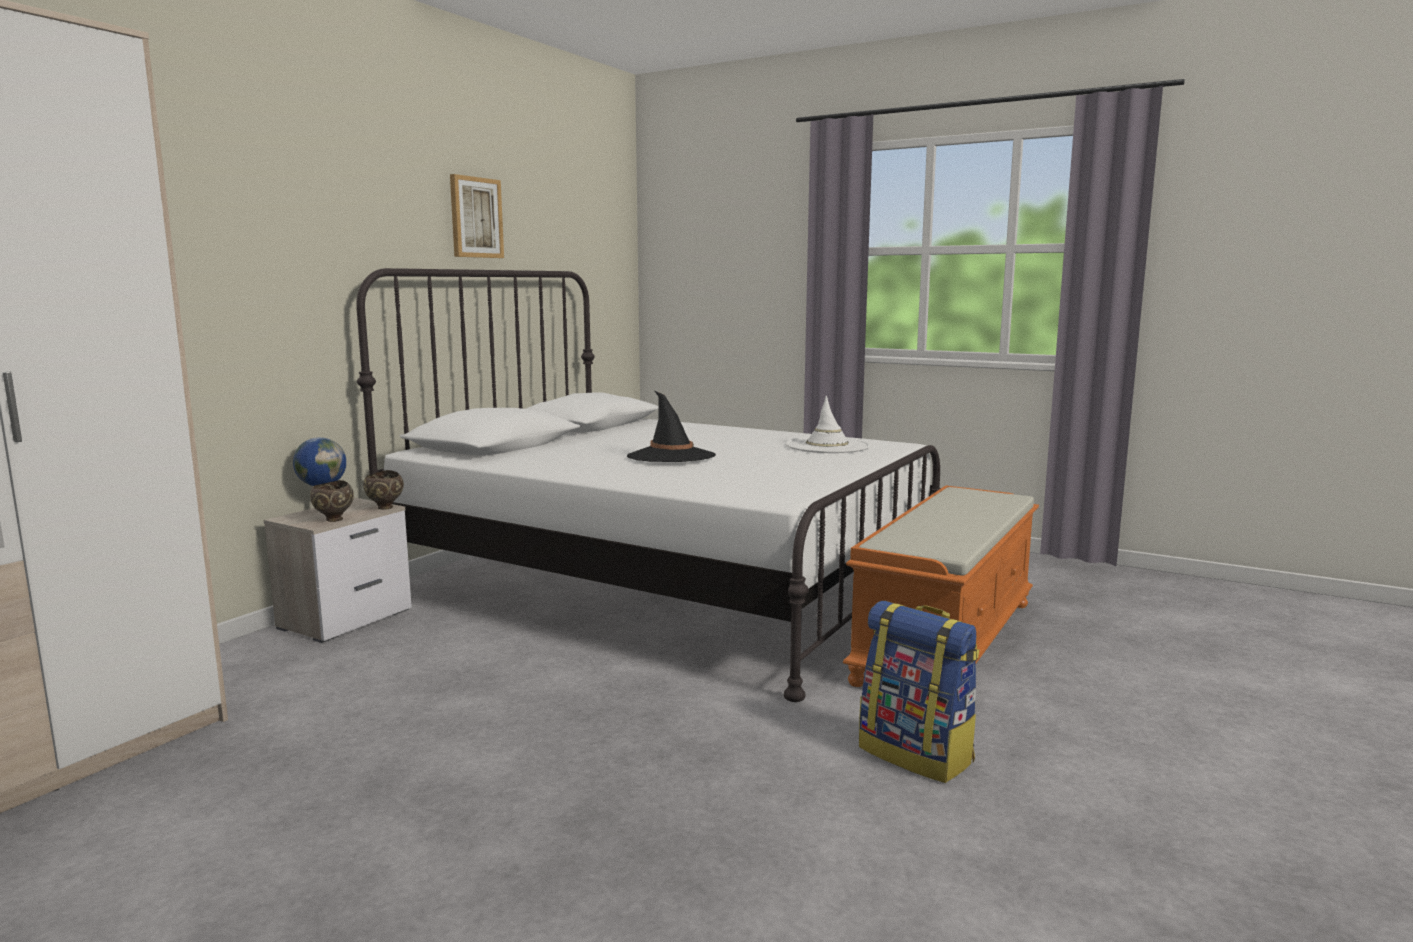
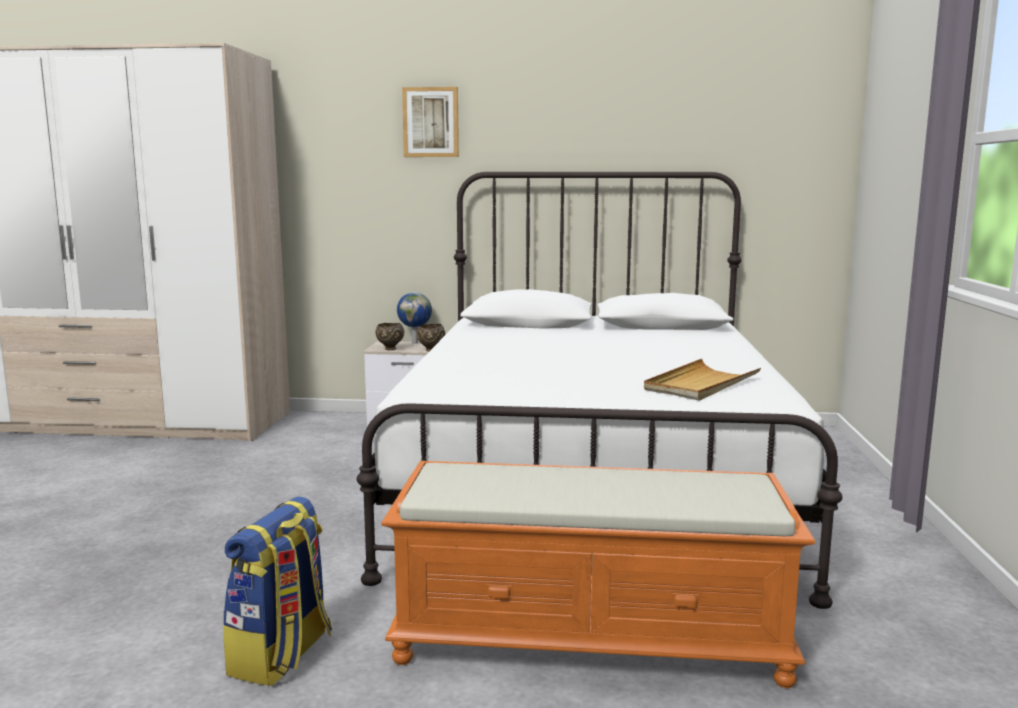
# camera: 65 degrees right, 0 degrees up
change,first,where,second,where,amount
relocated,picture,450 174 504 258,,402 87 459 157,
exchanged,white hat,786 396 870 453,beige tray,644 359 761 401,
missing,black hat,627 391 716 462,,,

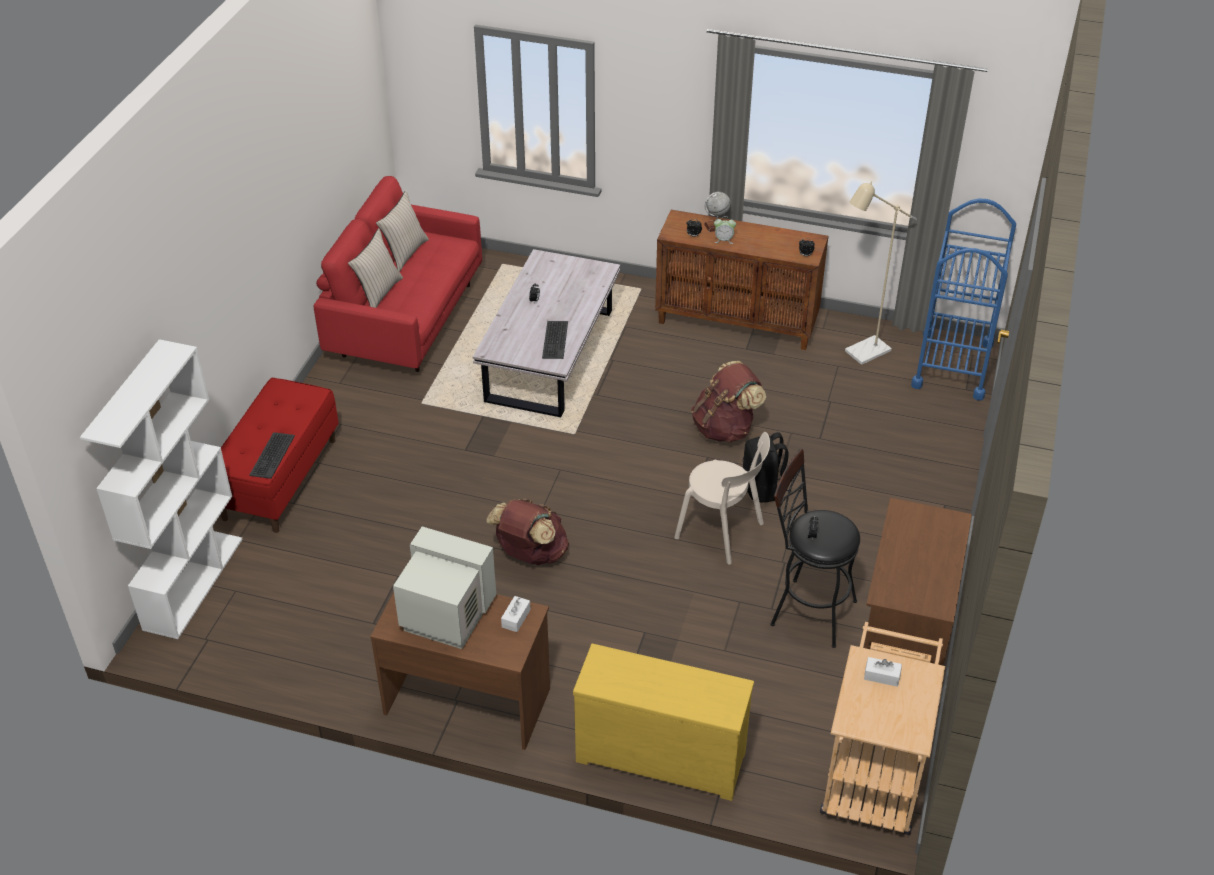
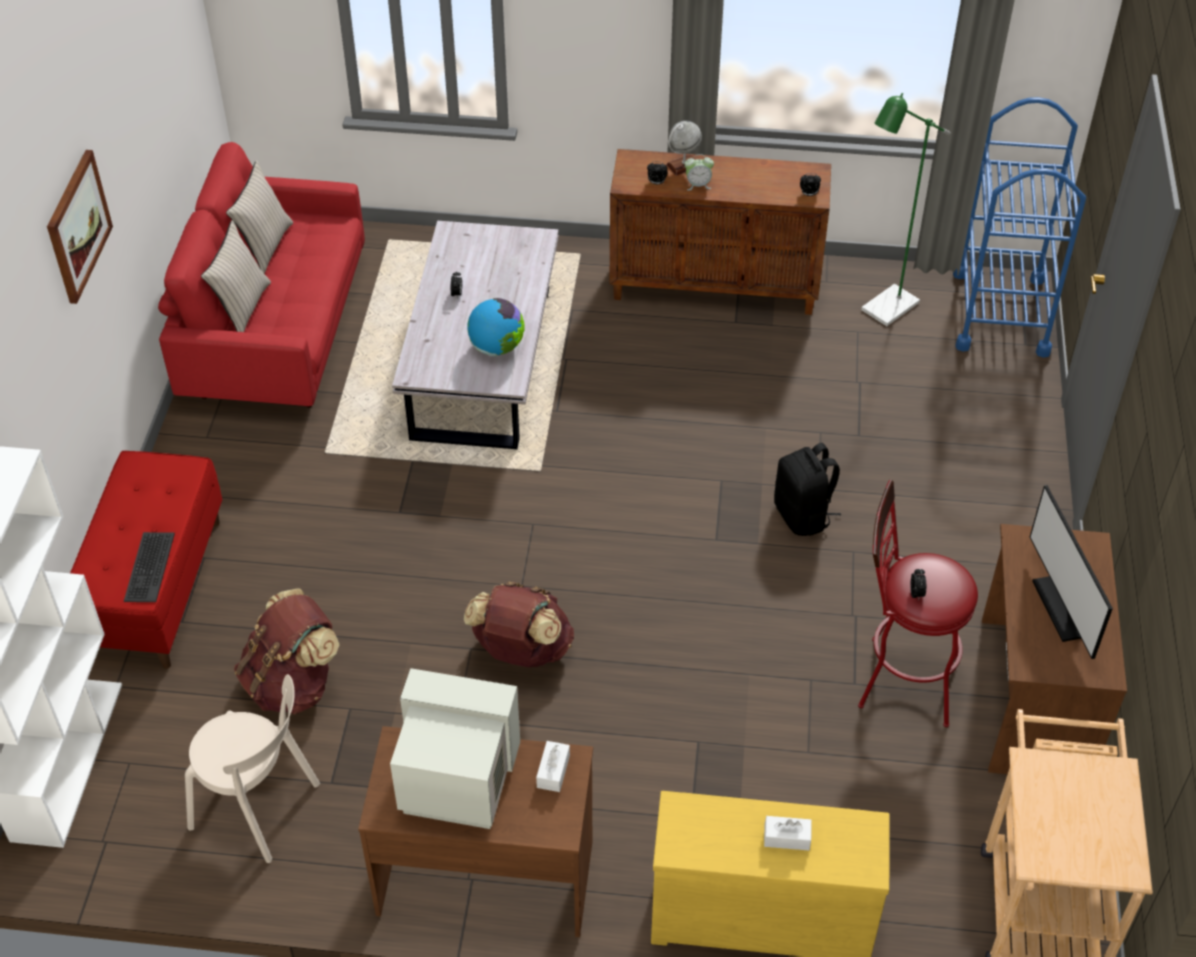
# camera: 10 degrees left, 5 degrees up
change,first,where,second,where,amount
appeared,,,picture,47 150 113 304,
relocated,beige chair,674 432 770 565,,185 674 320 863,
relocated,brown backpack,691 361 766 443,,234 589 339 715,
exchanged,keyboard,542 321 568 359,globe,467 298 525 357,
relocated,white tissue box,864 657 902 687,,764 816 812 850,
colour,black stool,770 448 860 648,red stool,858 480 978 727,
colour,beige floor lamp,845 181 917 365,green floor lamp,861 93 951 326,
appeared,,,monitor,1030 485 1113 659,

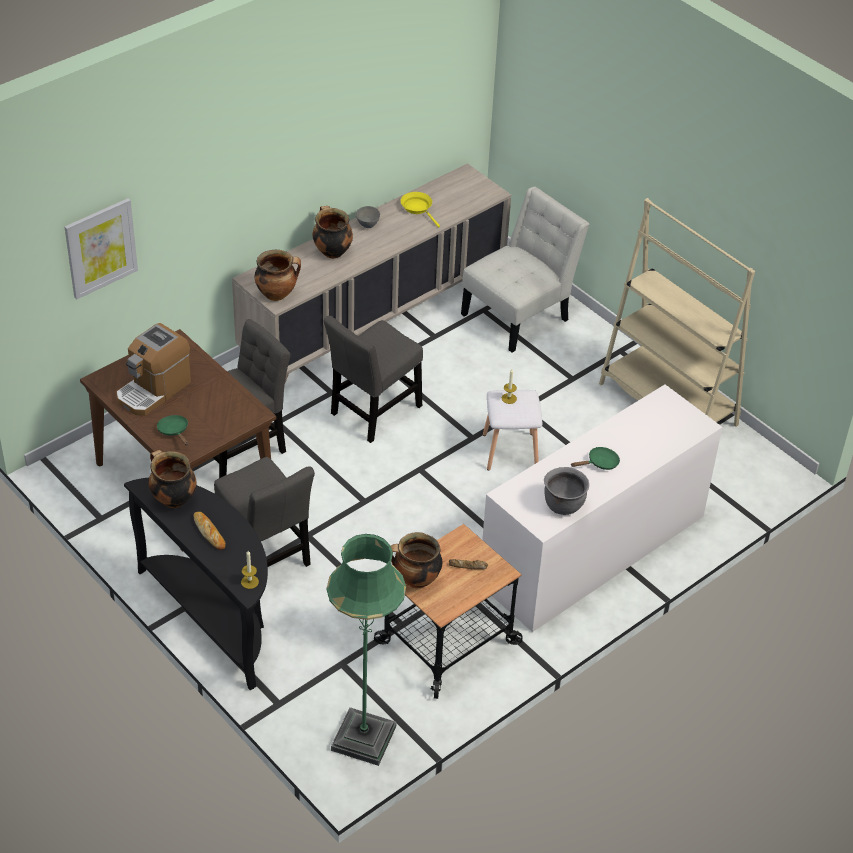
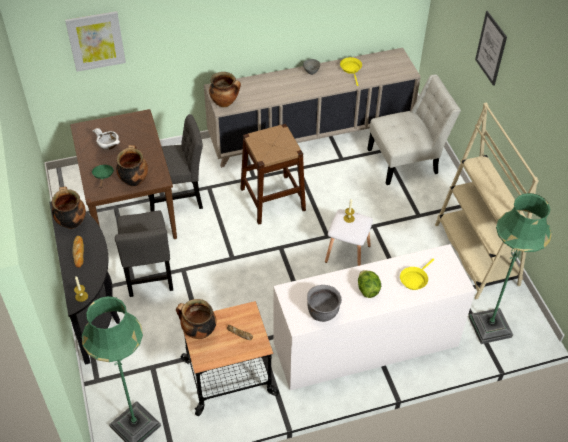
# camera: 25 degrees right, 5 degrees up
change,first,where,second,where,amount
exchanged,coffee machine,116 323 191 416,white bowl,92 128 120 150,
relocated,cooking pot,313 206 353 259,,116 145 148 187,
exchanged,grey chair,324 316 423 443,brown stool,240 124 306 225,
exchanged,green frying pan,571 447 620 470,lettuce,358 270 381 298,
appeared,,,yellow frying pan,400 258 434 290,
appeared,,,green floor lamp,469 193 552 344,
appeared,,,picture,475 11 507 86,

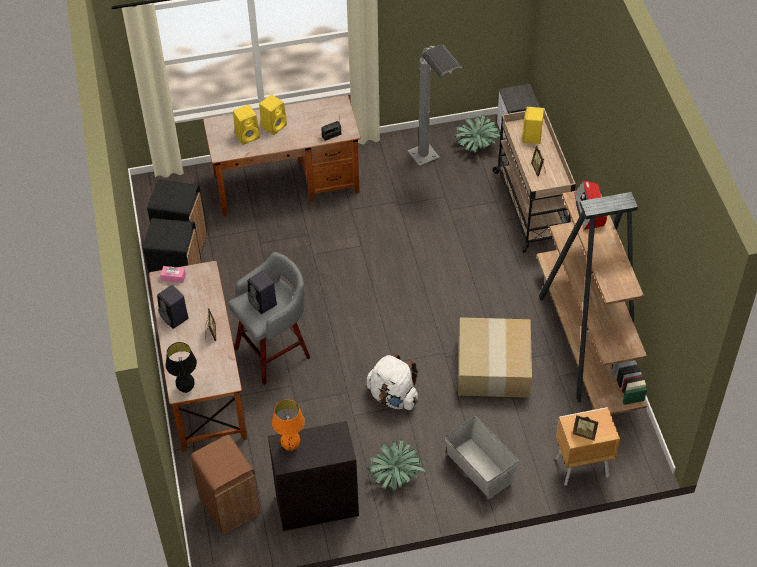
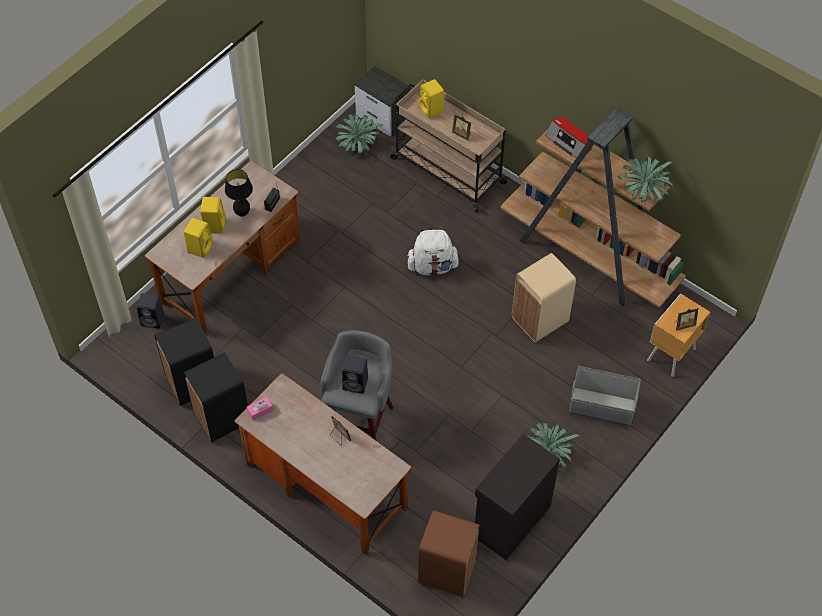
# camera: 40 degrees left, 5 degrees up
change,first,where,second,where,amount
relocated,black speaker,157 285 189 329,,137 293 164 329,
relocated,black table lamp,166 342 197 393,,225 169 253 217,
relocated,white backpack,366 353 418 410,,407 226 460 276,
exchanged,cardboard box,458 317 532 398,beige trash can,512 253 576 342,
appeared,,,potted plant,617 156 674 202,
missing,orange table lamp,272 400 305 451,,,
missing,grey floor lamp,407 45 464 166,,,

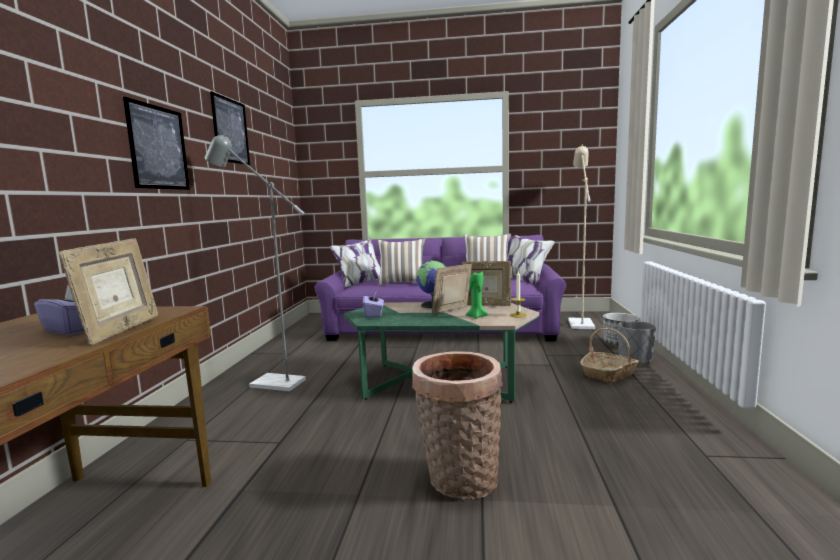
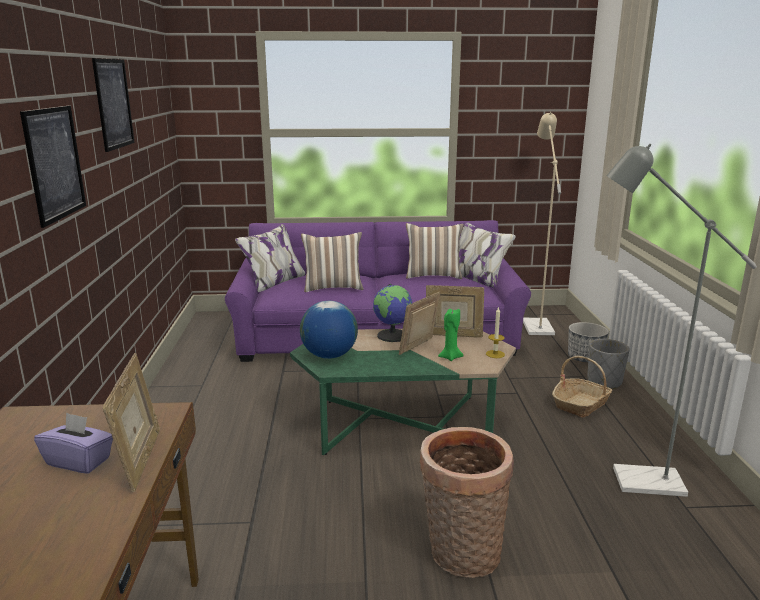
# camera: 10 degrees left, 10 degrees up
change,first,where,second,where,amount
exchanged,purple tissue box,363 290 384 318,globe,300 301 358 359,
relocated,grey floor lamp,204 133 306 391,,607 144 757 497,

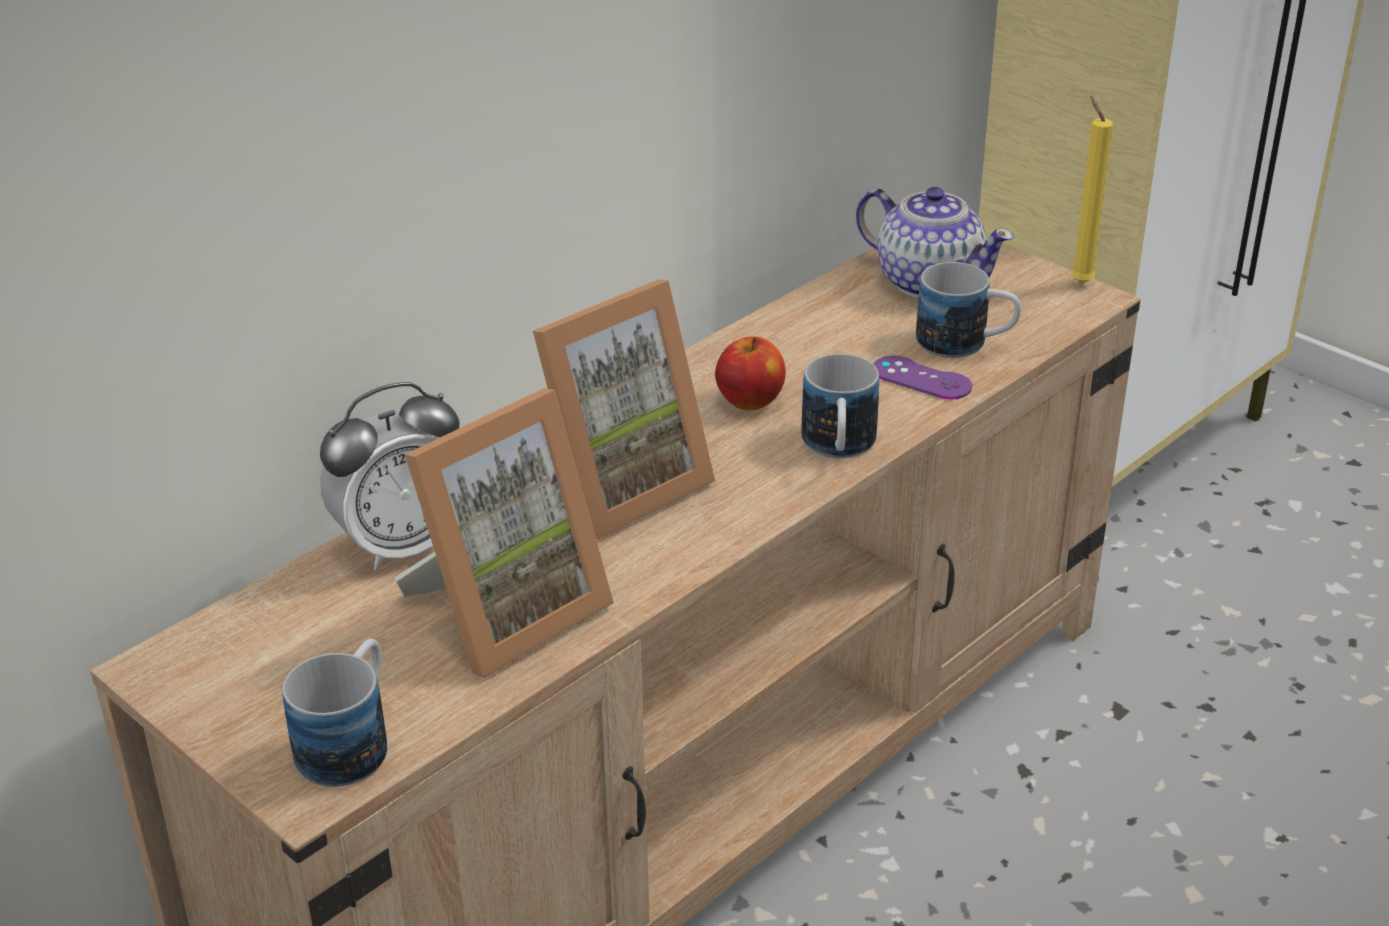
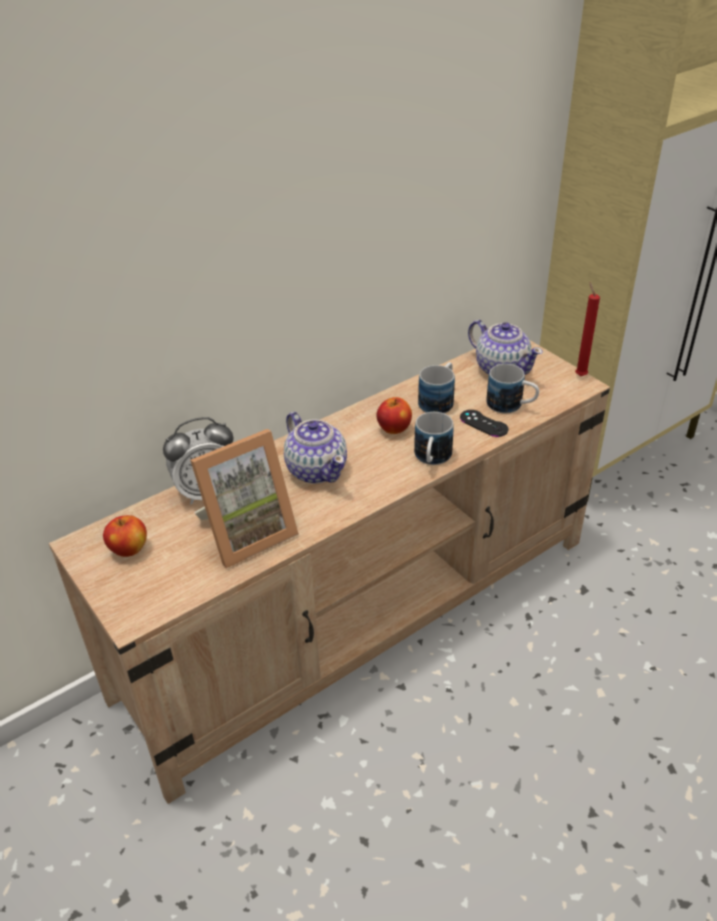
# camera: 10 degrees right, 5 degrees up
change,first,where,second,where,amount
appeared,,,apple,103 515 147 557,
exchanged,picture frame,533 279 715 540,teapot,284 412 347 484,
relocated,mug,282 639 387 787,,418 362 455 414,
colour,purple game controller,874 356 972 400,black game controller,460 410 508 437,
colour,yellow candle,1071 96 1113 284,red candle,575 282 600 376,

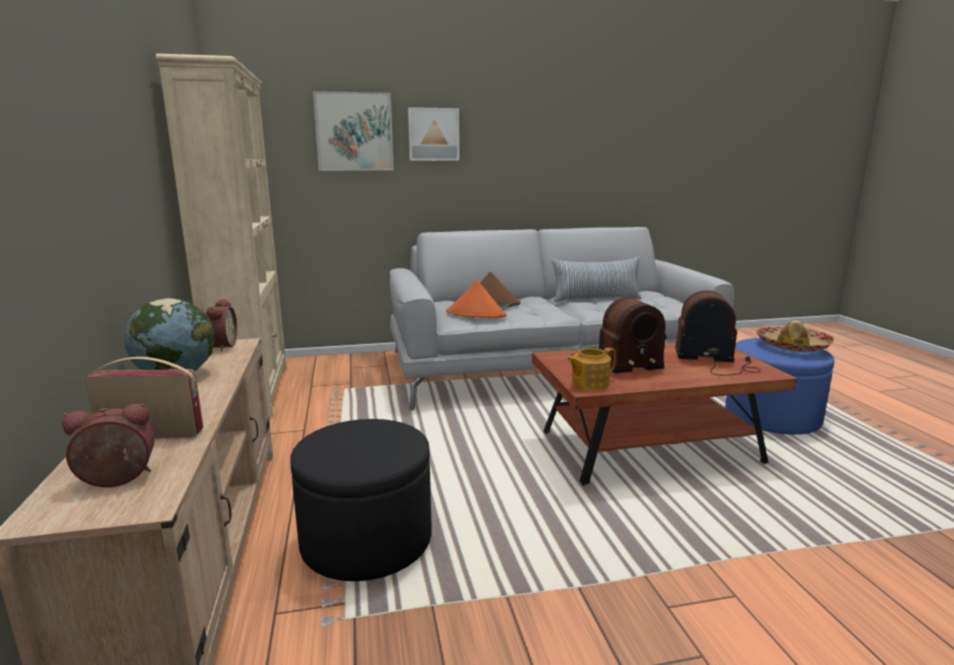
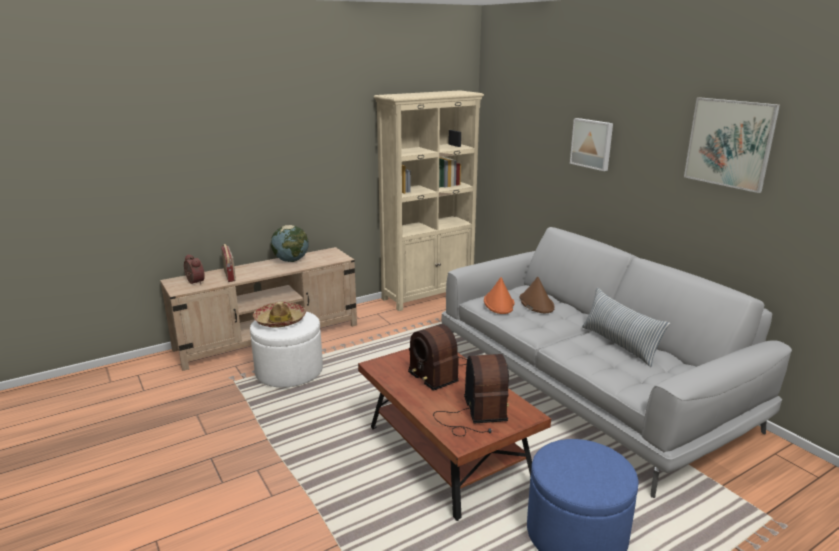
# camera: 70 degrees right, 5 degrees up
change,first,where,second,where,amount
colour,black ottoman,290 419 432 581,white ottoman,250 311 323 388,
relocated,hat,756 320 835 352,,253 302 306 328,
relocated,picture,313 91 394 171,,684 97 780 193,
missing,alarm clock,205 299 237 351,,,
missing,teapot,567 347 616 390,,,

